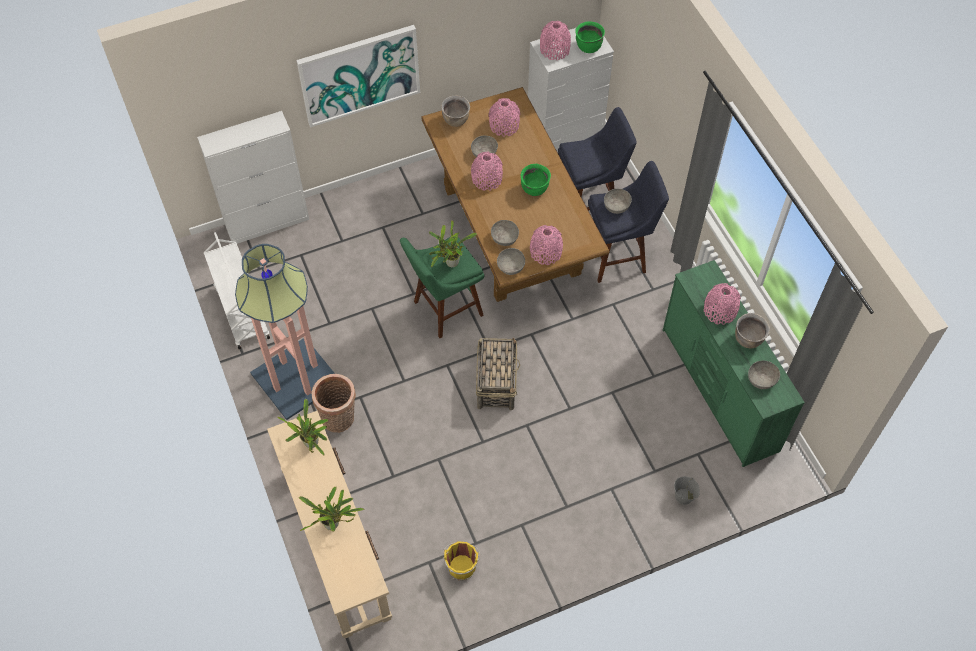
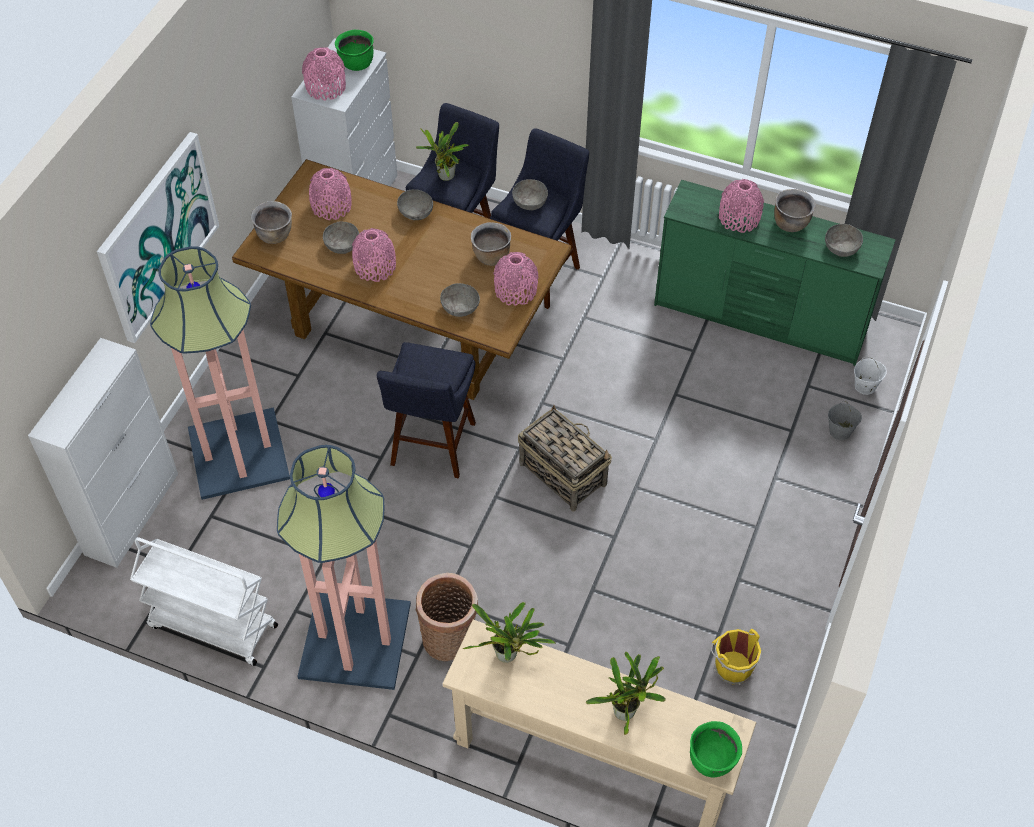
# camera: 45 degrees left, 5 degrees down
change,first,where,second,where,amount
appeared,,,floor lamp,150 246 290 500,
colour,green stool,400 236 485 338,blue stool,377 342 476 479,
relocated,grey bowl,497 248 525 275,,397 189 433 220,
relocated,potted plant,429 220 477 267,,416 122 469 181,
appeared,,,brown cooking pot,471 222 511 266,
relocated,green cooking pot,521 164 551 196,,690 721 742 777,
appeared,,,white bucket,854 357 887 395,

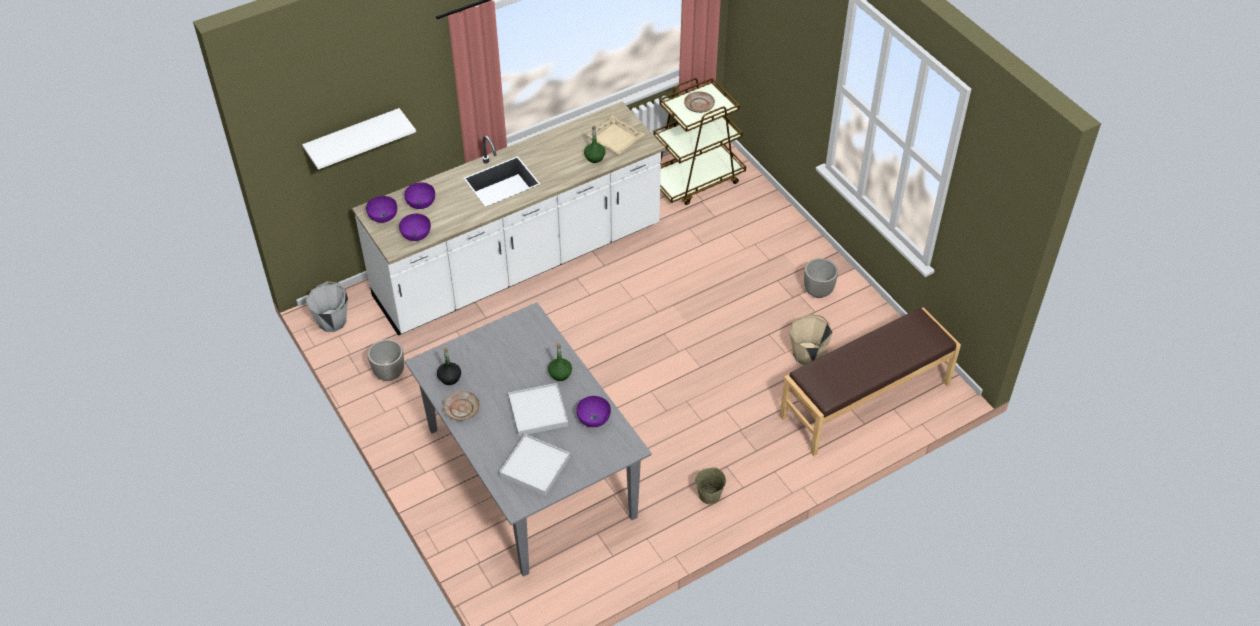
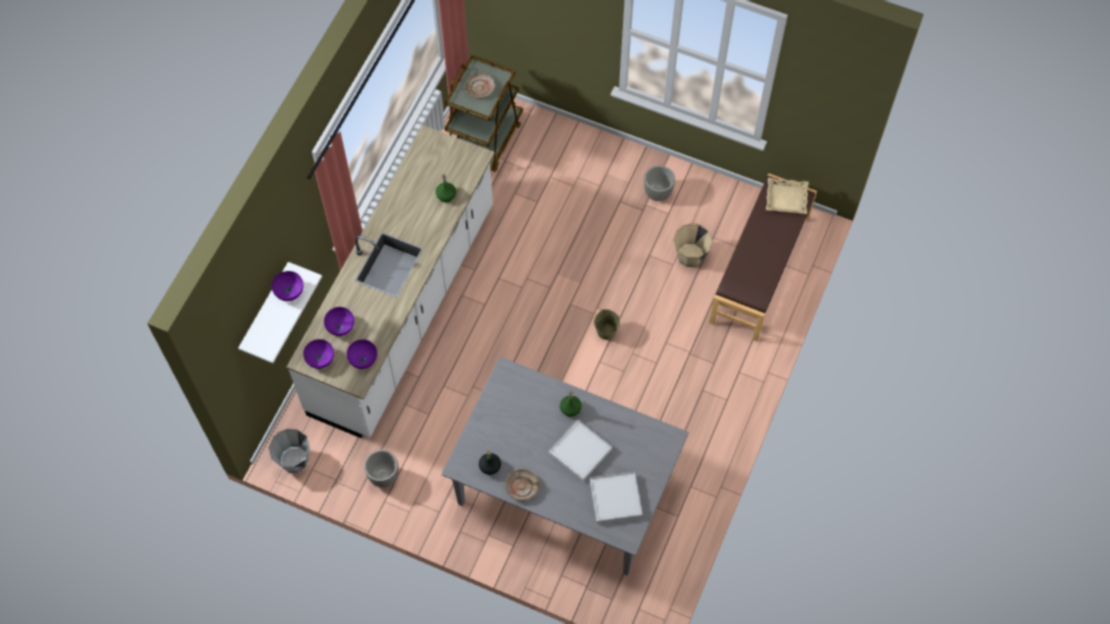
# camera: 35 degrees left, 15 degrees up
change,first,where,second,where,amount
relocated,purple bowl,576 396 611 427,,271 271 304 301,
relocated,beige bucket,695 467 726 504,,594 309 620 340,
relocated,beige tray,587 116 645 155,,766 178 809 214,

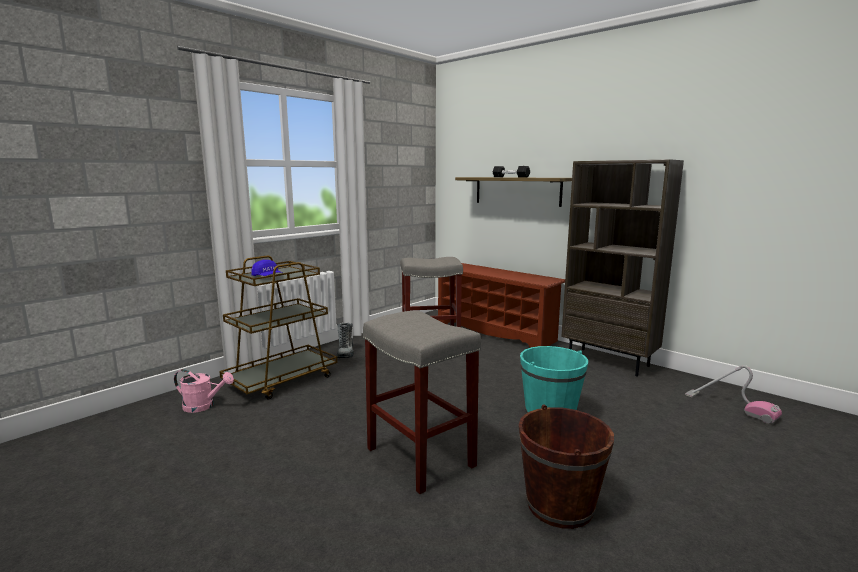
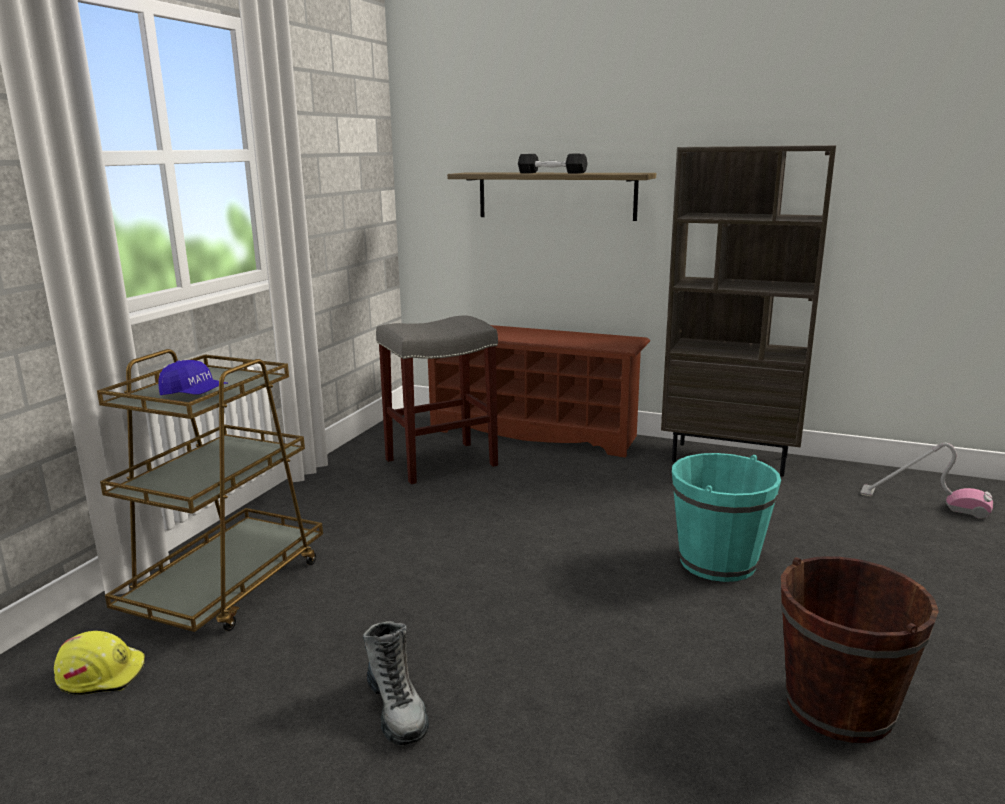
# camera: 20 degrees left, 5 degrees up
change,first,where,second,where,amount
exchanged,pink watering can,174 369 234 413,yellow hard hat,54 631 145 695,
relocated,boot,337 323 354 358,,363 621 429 745,
missing,grey stool,363 311 481 494,,,

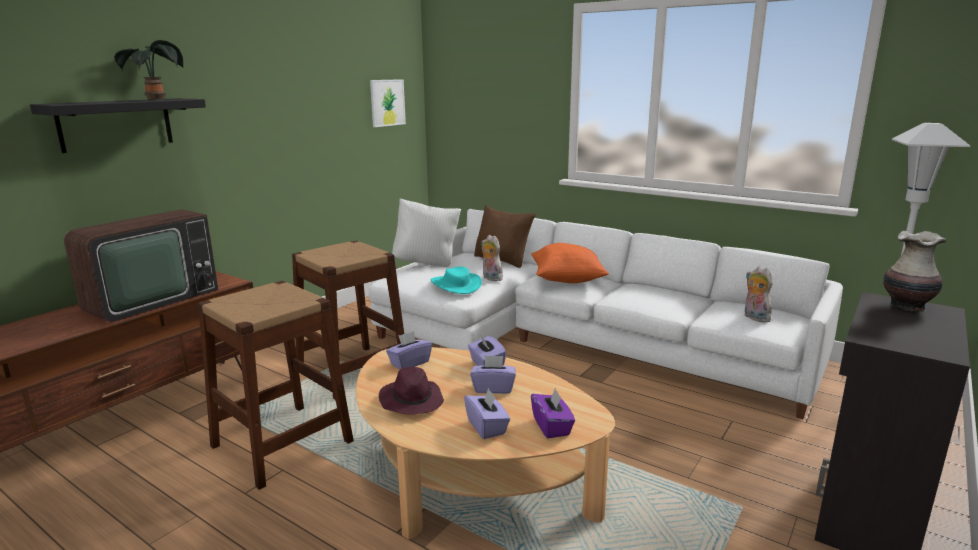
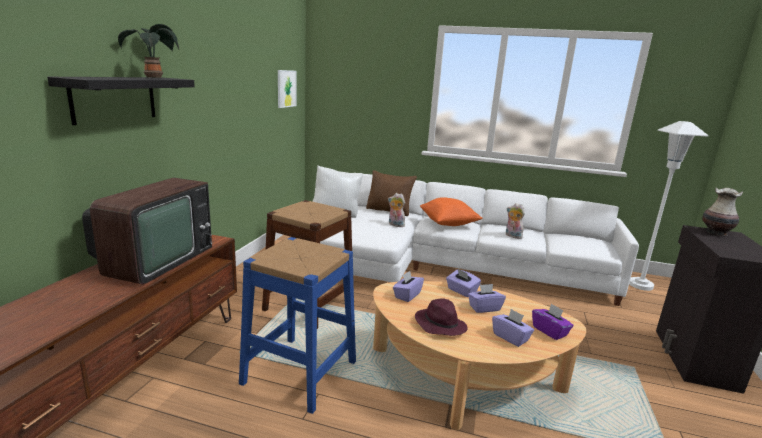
# camera: 20 degrees left, 0 degrees up
change,first,where,second,where,amount
colour,brown stool,198 281 354 490,blue stool,239 237 356 414,
relocated,plush toy,745 266 773 322,,506 203 525 239,
missing,turquoise hat,431 266 482 294,,,

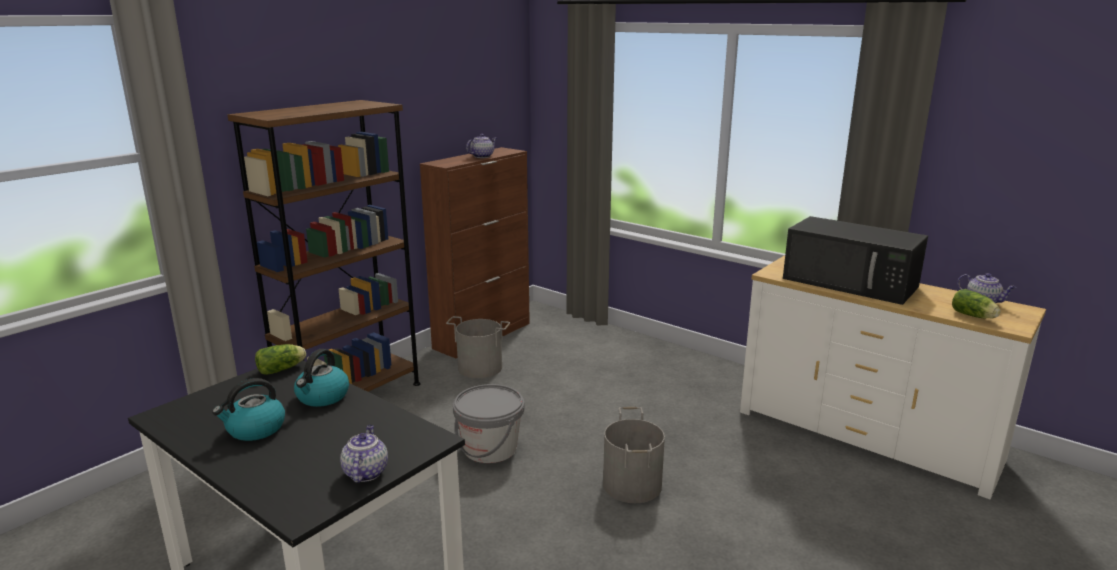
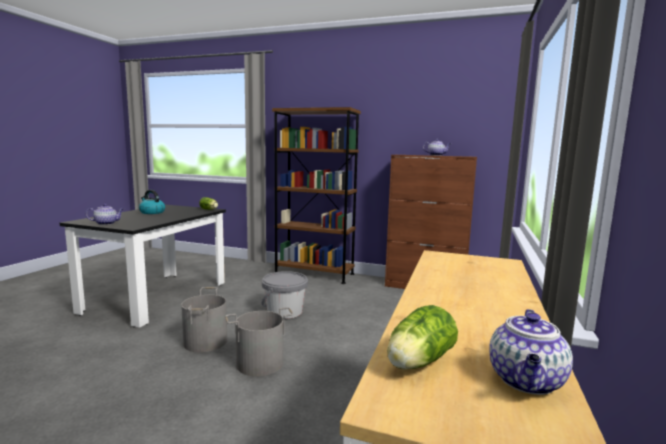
# camera: 70 degrees right, 10 degrees down
change,first,where,second,where,amount
relocated,grey bucket,446 316 510 378,,181 287 227 352,
missing,kettle,294 349 349 407,,,
missing,black microwave,783 216 928 305,,,

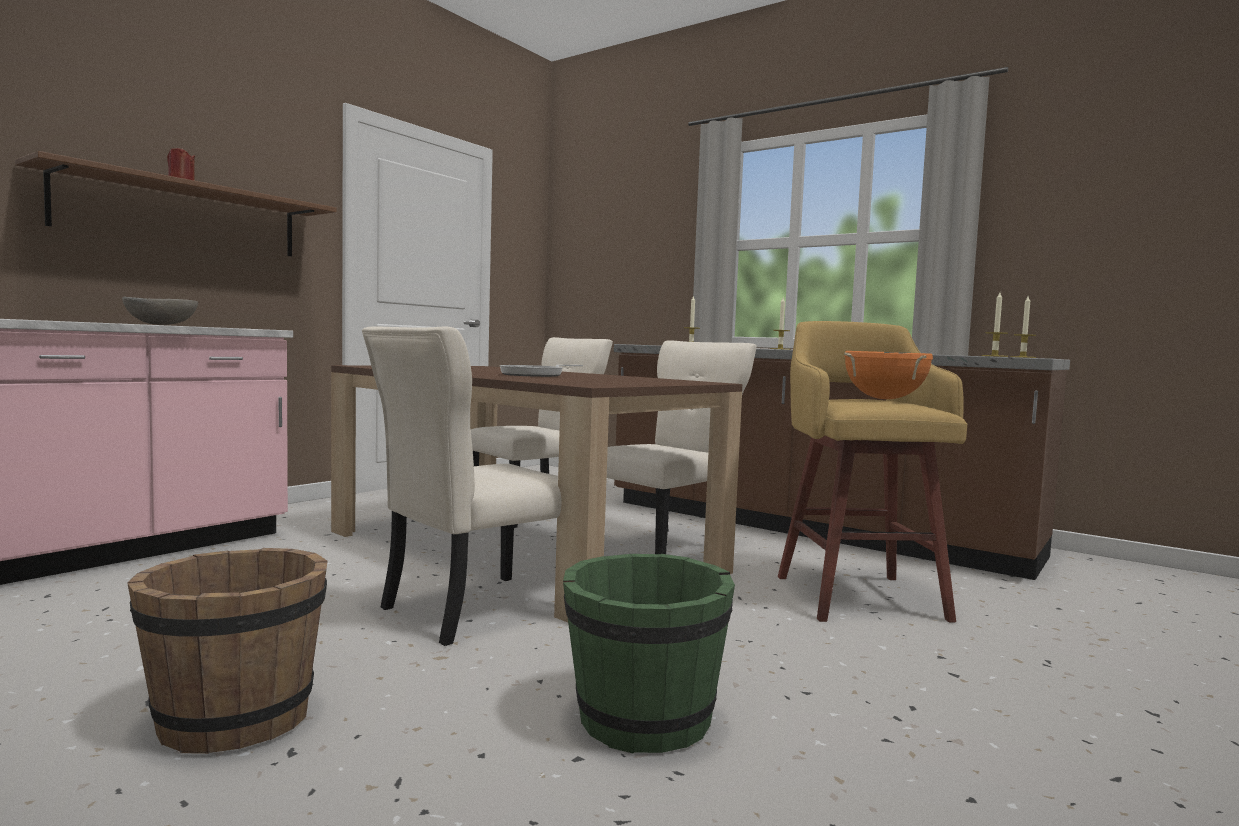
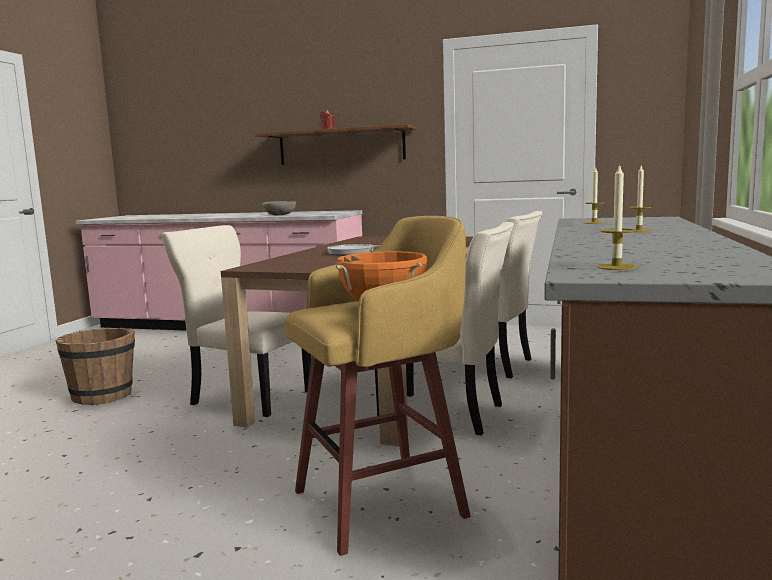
# camera: 70 degrees right, 5 degrees up
change,first,where,second,where,amount
missing,green bucket,563 554 735 754,,,
missing,candle,1010 296 1036 358,,,

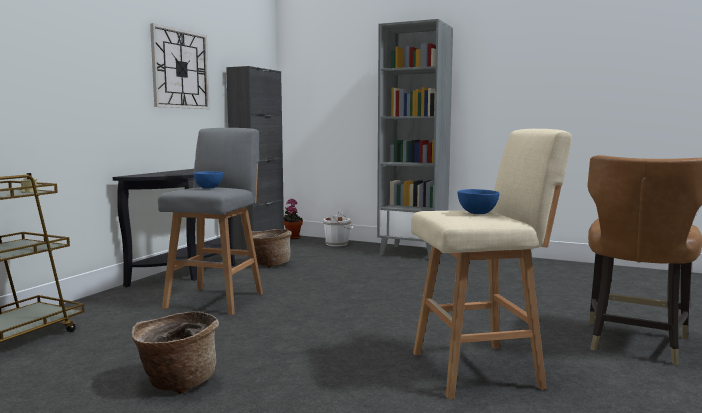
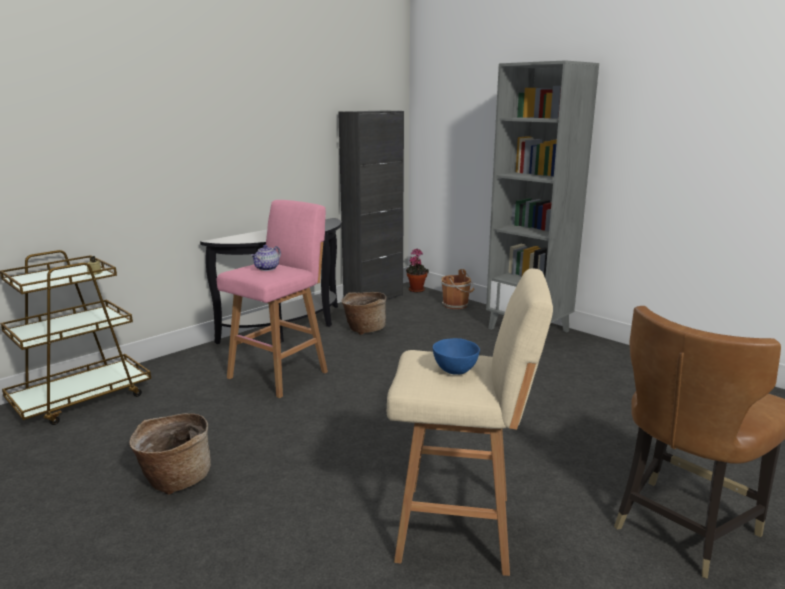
# camera: 20 degrees right, 10 degrees up
change,first,where,second,where,amount
colour,grey stool,158 128 263 315,pink stool,216 200 328 398,
exchanged,blue bowl,193 171 223 189,teapot,251 245 281 271,
colour,white bucket,323 211 354 246,brown bucket,441 269 474 309,
missing,wall clock,150 23 209 109,,,

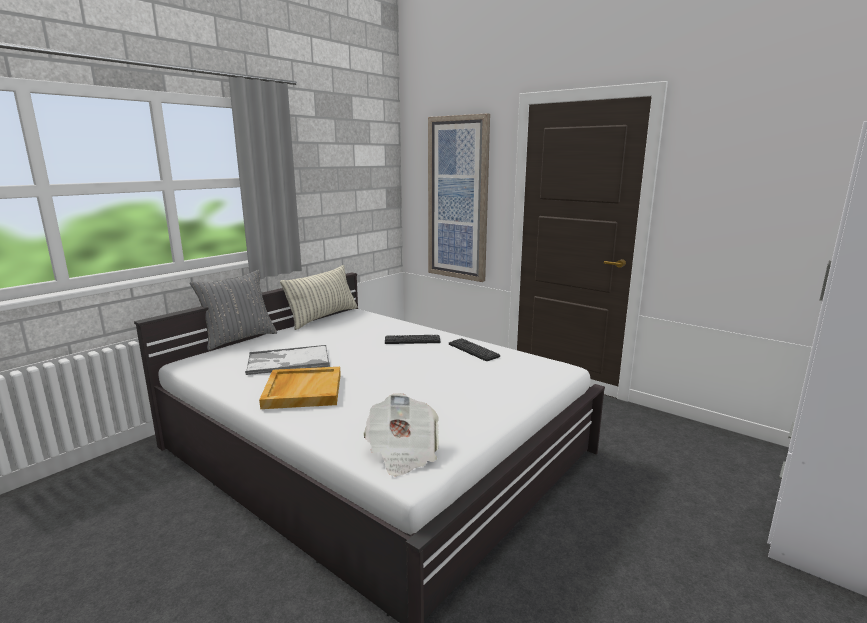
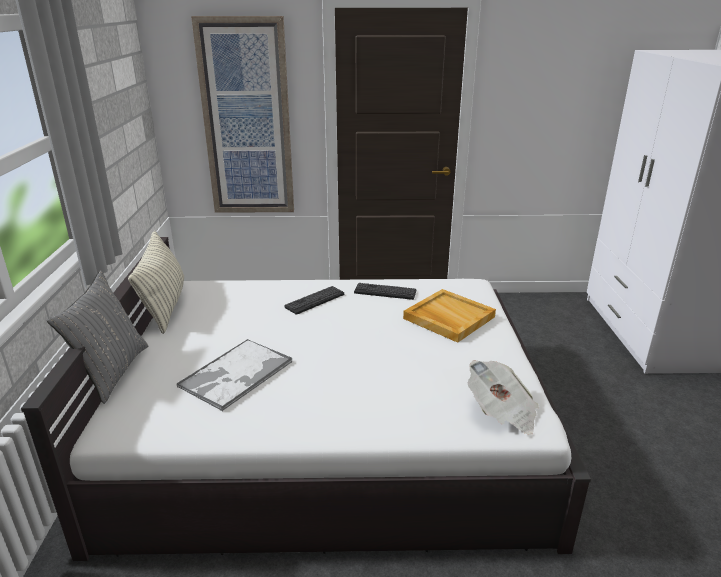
# camera: 40 degrees left, 10 degrees up
change,first,where,second,where,amount
relocated,beige tray,259 367 341 409,,403 289 496 343,

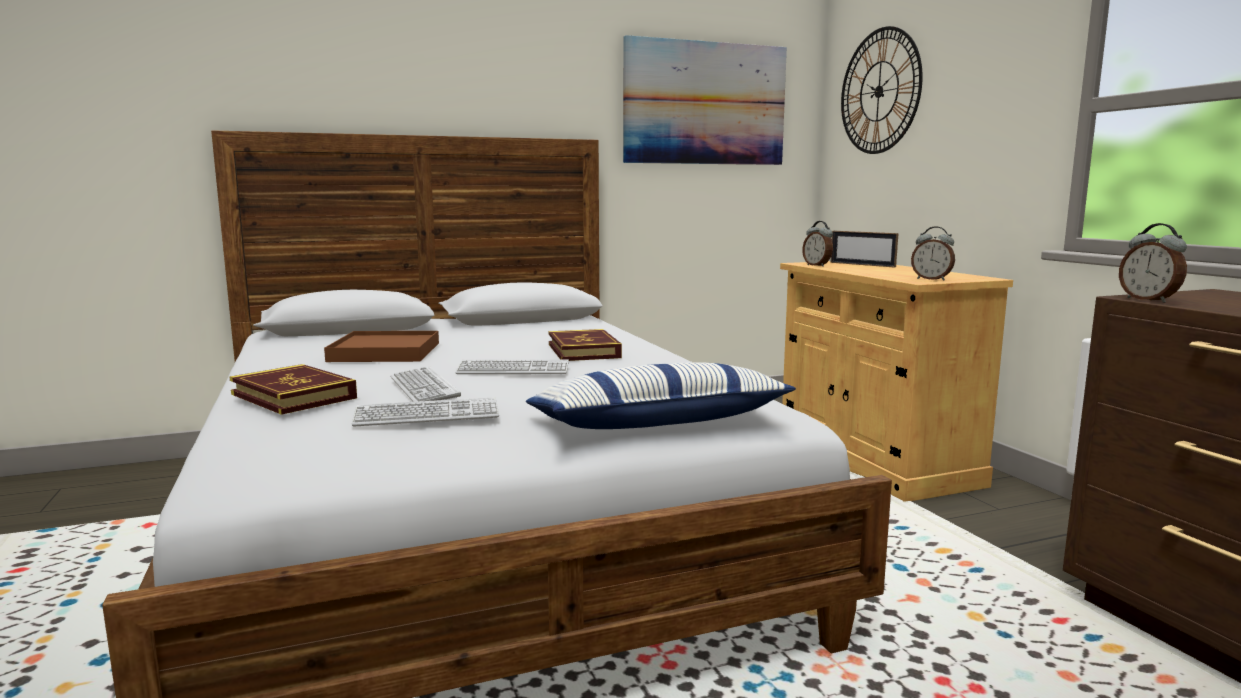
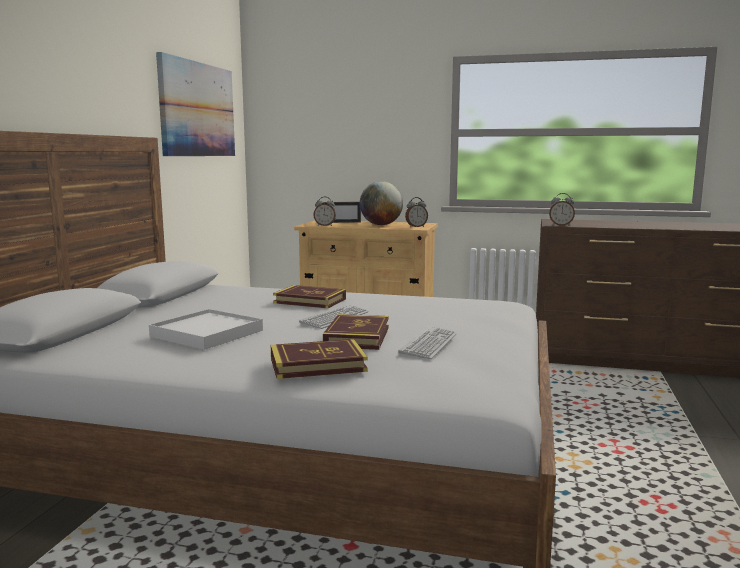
# camera: 55 degrees left, 0 degrees up
change,first,where,second,where,amount
colour,brown tray,324 331 439 362,white tray,149 309 263 350,
exchanged,keyboard,390 367 461 402,book,323 314 389 350,
appeared,,,globe,360 181 403 225,
missing,pillow,526 363 796 429,,,
missing,wall clock,841 26 923 154,,,

